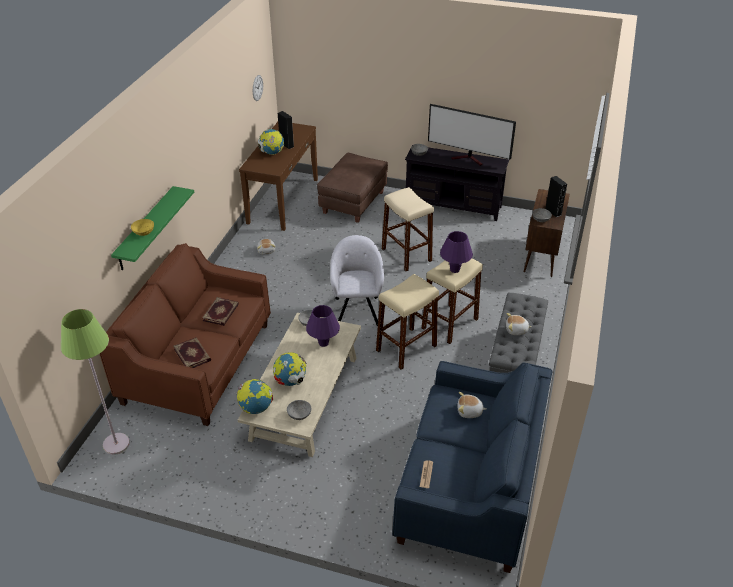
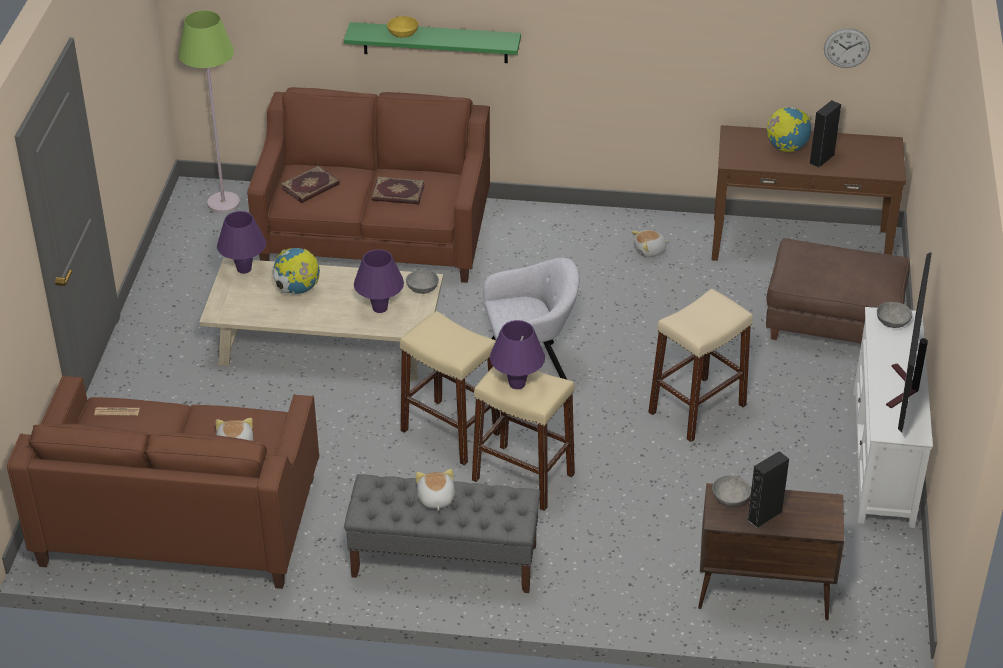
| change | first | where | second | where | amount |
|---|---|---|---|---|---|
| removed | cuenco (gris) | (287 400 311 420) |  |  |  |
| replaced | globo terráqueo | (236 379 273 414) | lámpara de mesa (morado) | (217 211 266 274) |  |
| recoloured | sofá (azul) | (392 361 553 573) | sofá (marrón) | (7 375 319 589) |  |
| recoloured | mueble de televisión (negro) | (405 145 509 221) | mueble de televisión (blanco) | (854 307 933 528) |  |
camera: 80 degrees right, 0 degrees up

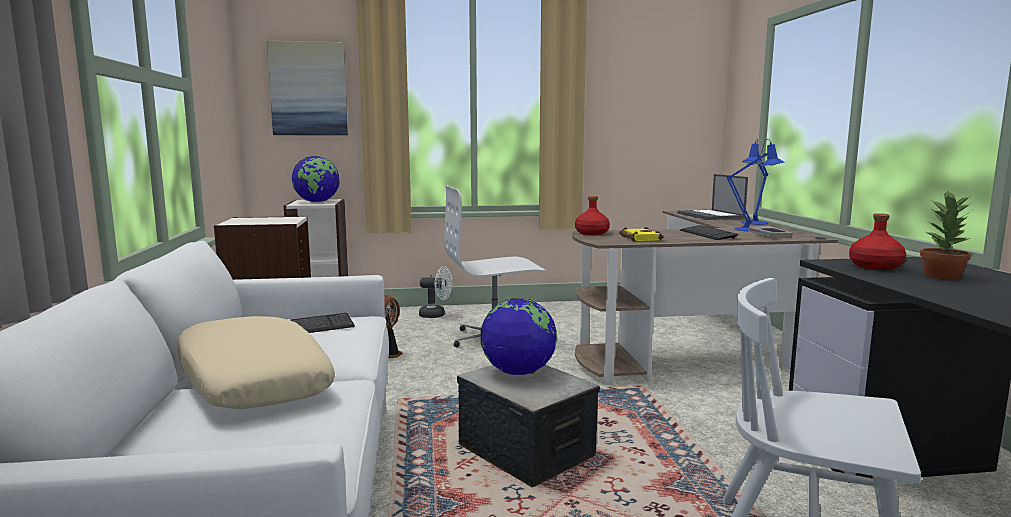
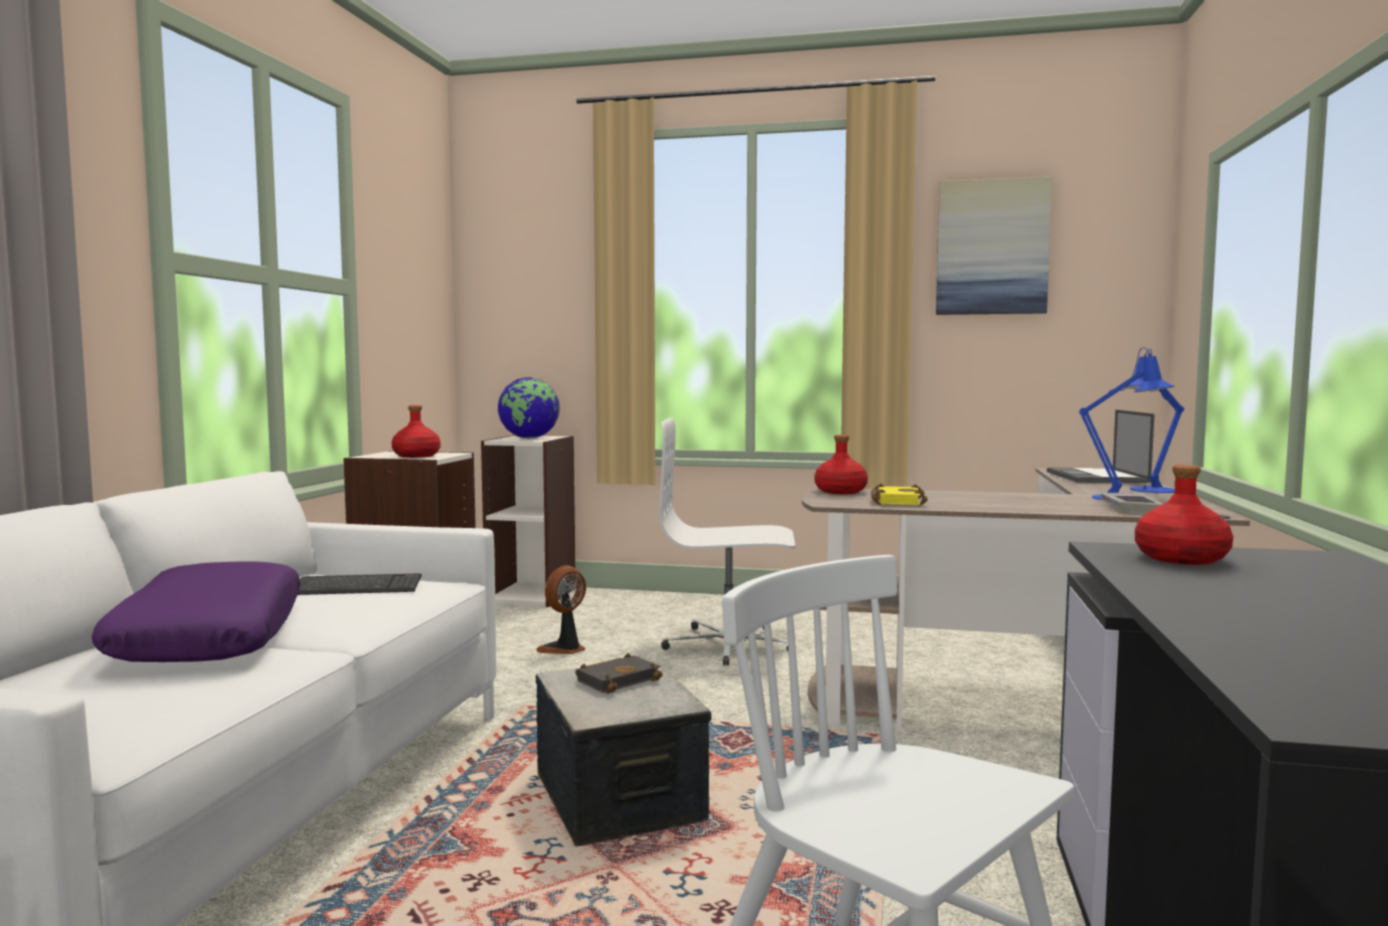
| change | first | where | second | where | amount |
|---|---|---|---|---|---|
| removed | ventilador (blanco) | (419 266 452 318) |  |  |  |
| removed | teclado | (680 225 738 240) |  |  |  |
| removed | planta en maceta | (920 190 971 280) |  |  |  |
| added |  |  | botella (rojo) | (391 405 441 458) |  |
| moved | cuadro | (267 41 348 135) |  | (936 176 1052 315) |  |
| replaced | globo terráqueo | (480 298 557 375) | libro (negro) | (575 653 663 694) |  |
| recoloured | cojín (beis) | (178 316 335 409) | cojín (morado) | (92 562 301 662) |  |
camera: 20 degrees right, 5 degrees down

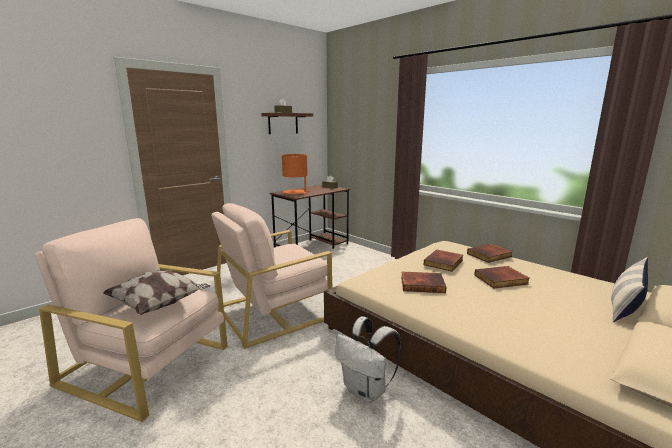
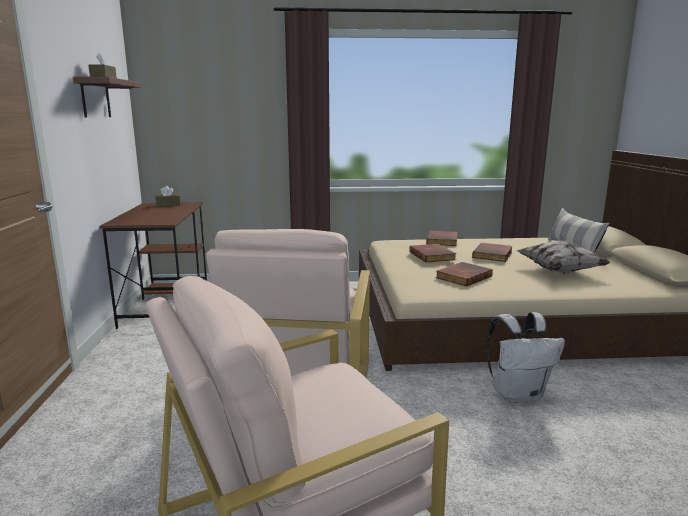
| change | first | where | second | where | amount |
|---|---|---|---|---|---|
| removed | lámpara de mesa (naranja) | (282 154 308 195) |  |  |  |
| moved | cojín | (104 270 210 315) |  | (516 241 611 274) |  |
camera: 50 degrees left, 0 degrees up

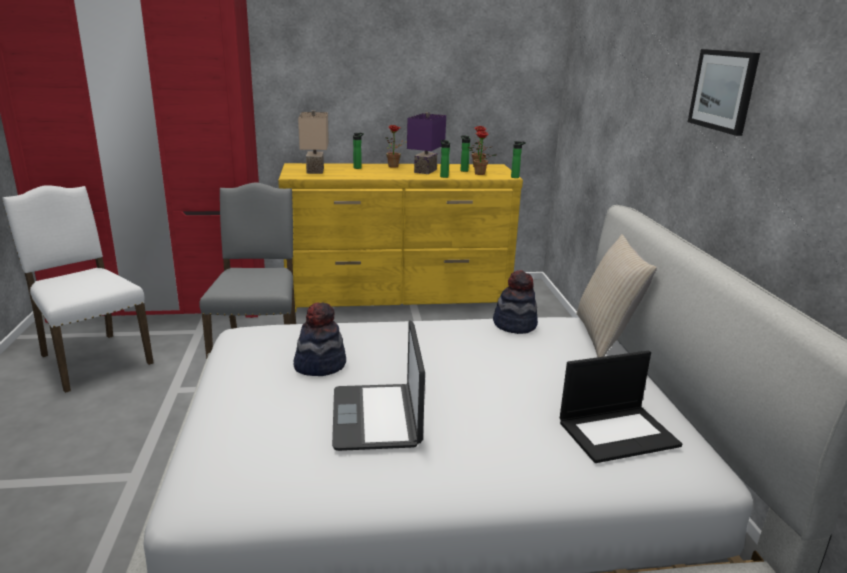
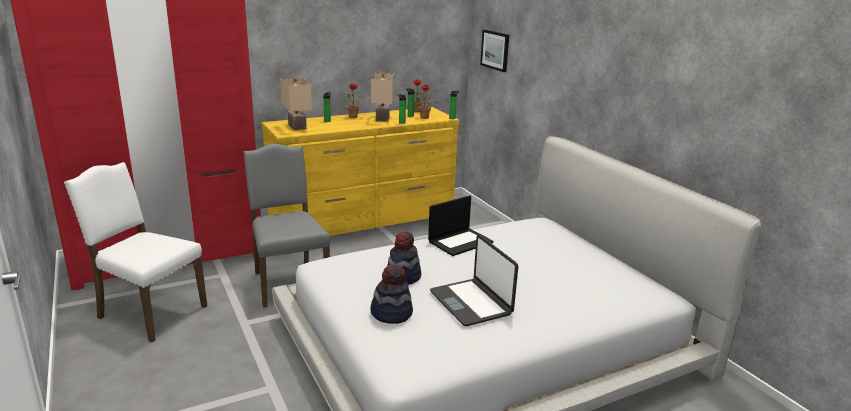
| change | first | where | second | where | amount |
|---|---|---|---|---|---|
| removed | cojín (beis) | (576 234 657 357) |  |  |  |
| moved | sombrero | (493 270 538 334) |  | (370 264 413 324) |  |
| moved | portátil | (560 351 682 463) |  | (428 195 494 256) |  |
| moved | cuadro | (688 49 760 136) |  | (480 30 509 72) |  |
| recoloured | lámpara de mesa (morado) | (407 112 446 174) | lámpara de mesa (beis) | (371 73 394 122) |  |
camera: 20 degrees left, 0 degrees up

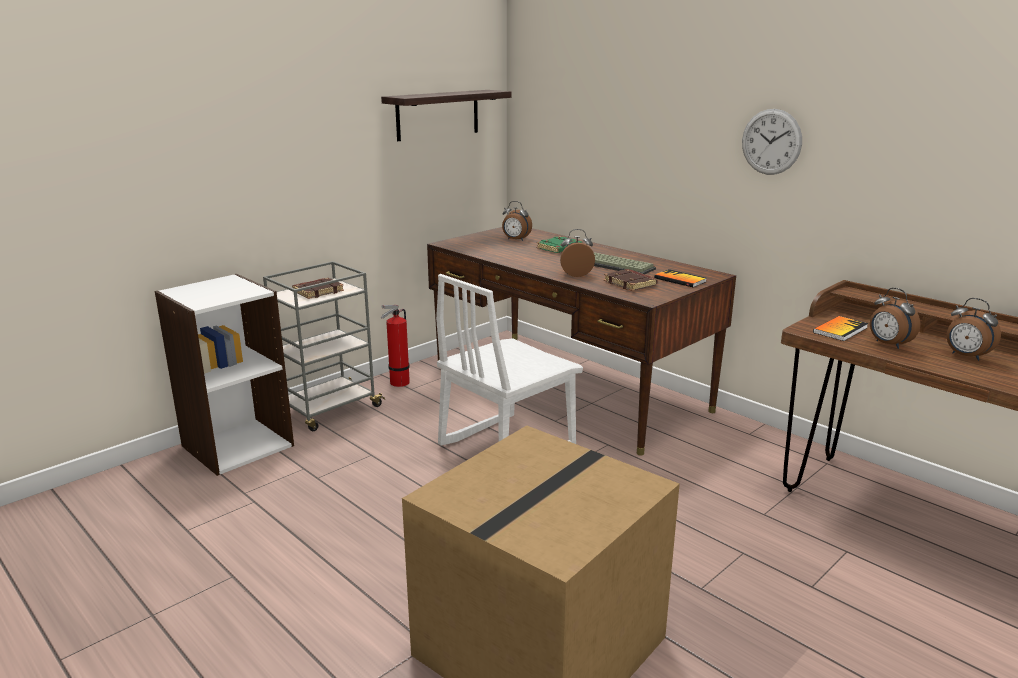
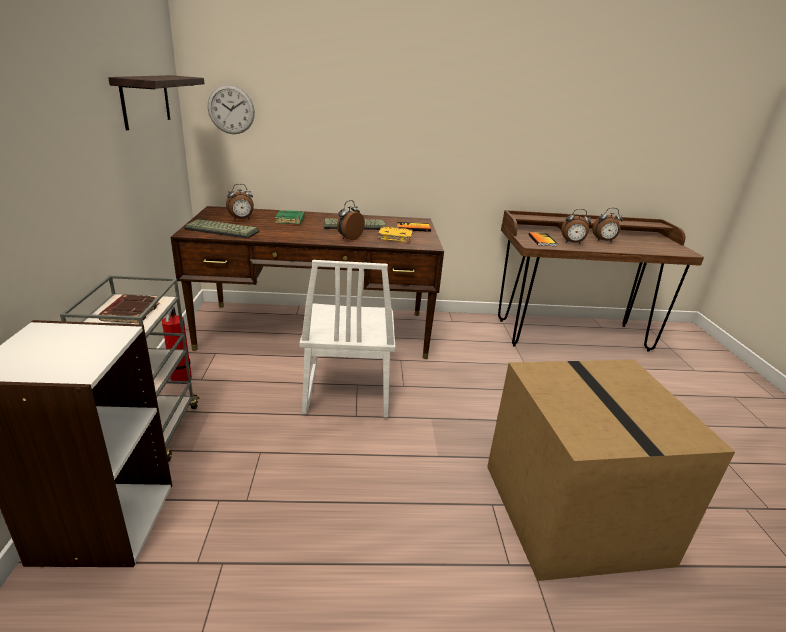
| change | first | where | second | where | amount |
|---|---|---|---|---|---|
| added |  |  | teclado | (184 219 259 239) |  |
| moved | reloj de pared | (742 109 802 175) |  | (208 84 255 134) |  |
| recoloured | libro (marrón) | (604 269 658 291) | libro (amarillo) | (378 227 413 242) |  |
camera: 50 degrees left, 5 degrees up

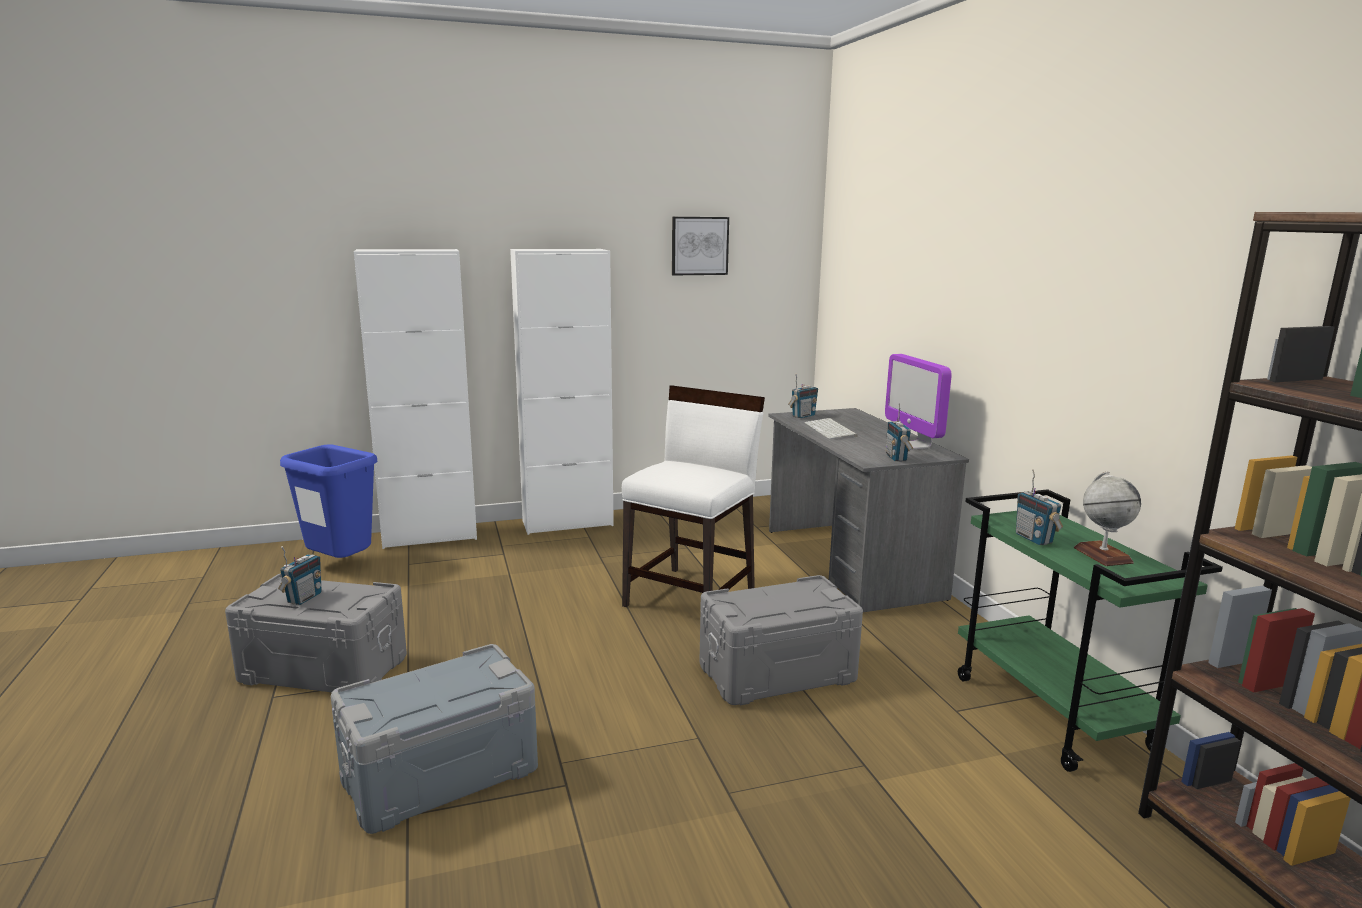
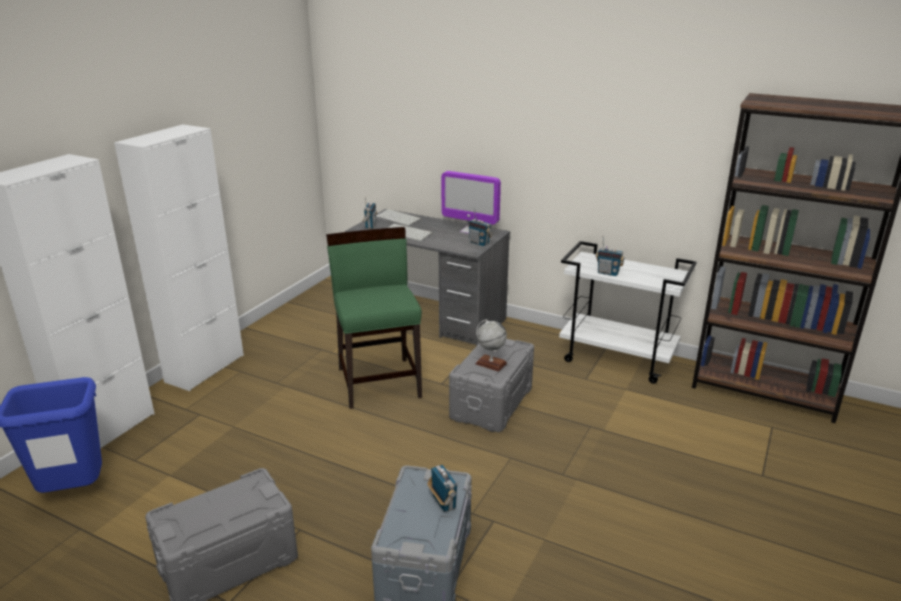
| change | first | where | second | where | amount |
|---|---|---|---|---|---|
| removed | cuadro | (672 217 729 275) |  |  |  |
| added |  |  | teclado | (376 209 422 226) |  |
| moved | radio | (278 546 322 605) |  | (427 465 457 512) |  |
| moved | globo terráqueo | (1074 472 1141 566) |  | (475 319 507 372) |  |
| recoloured | silla (blanco) | (622 386 765 607) | silla (verde) | (326 227 422 409) |  |
| recoloured | carrito (verde) | (958 489 1223 772) | carrito (blanco) | (559 241 697 384) |  |
camera: 45 degrees left, 10 degrees up

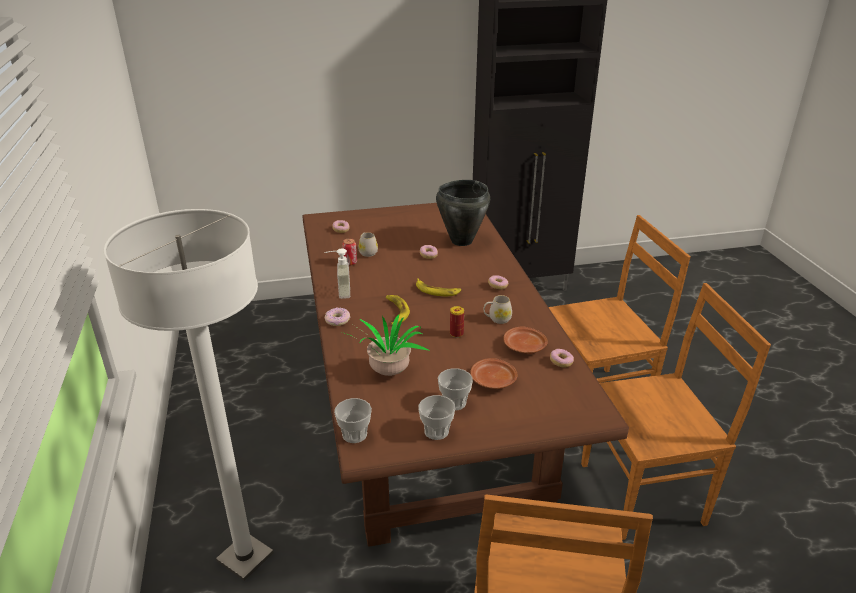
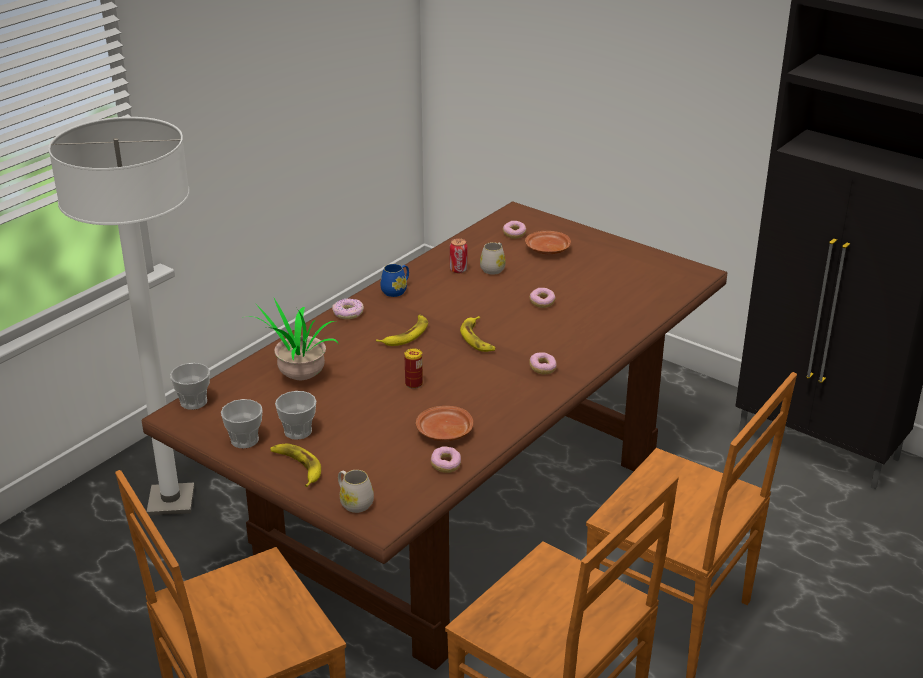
| change | first | where | second | where | amount |
|---|---|---|---|---|---|
| removed | olla (negro) | (436 180 490 246) |  |  |  |
| added |  |  | plátano | (270 443 321 487) |  |
| moved | plato (marrón) | (470 358 517 389) |  | (525 231 571 254) |  |
| moved | taza grande (blanco) | (483 295 512 324) |  | (338 470 374 513) |  |
| replaced | dispensador de jabón | (324 248 350 299) | taza grande (azul) | (380 264 409 297) |  |
camera: 50 degrees right, 0 degrees up

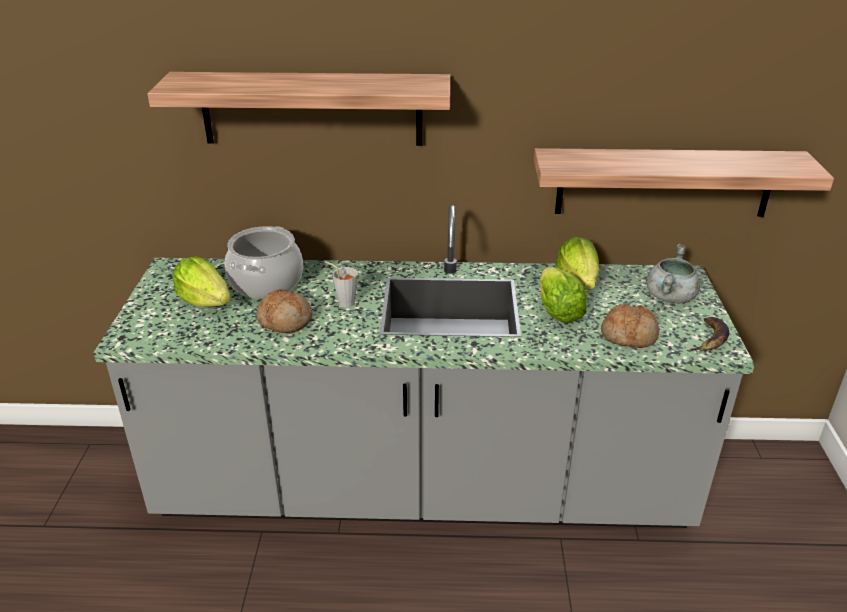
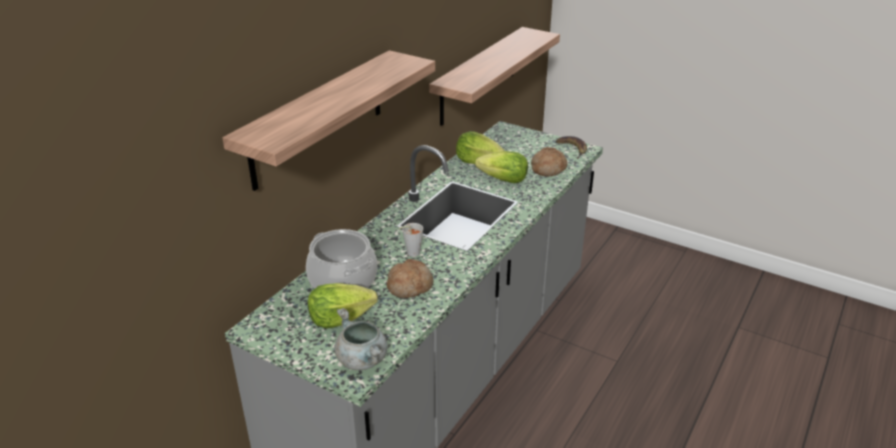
| change | first | where | second | where | amount |
|---|---|---|---|---|---|
| moved | olla (gris) | (647 244 700 304) |  | (334 308 388 370) |  |
camera: 60 degrees left, 0 degrees up

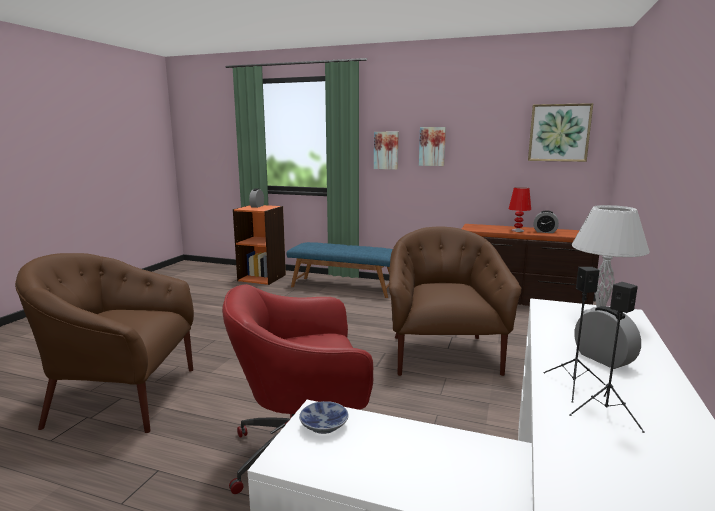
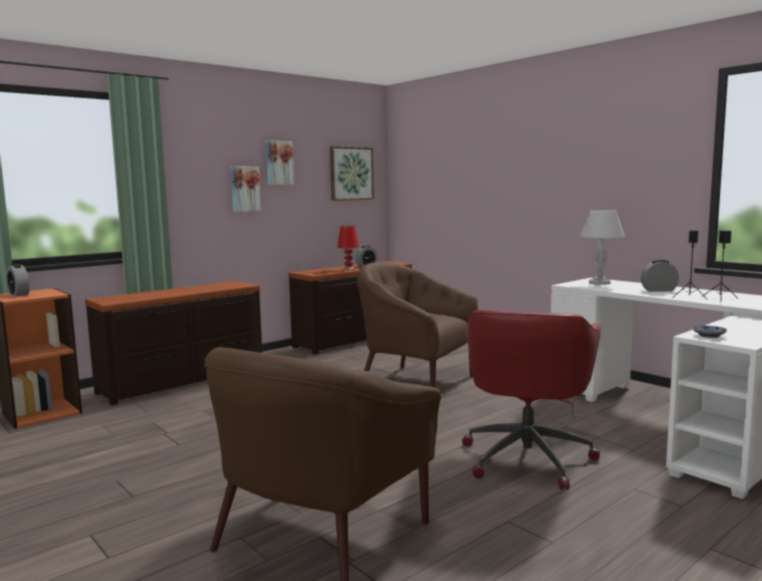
| change | first | where | second | where | amount |
|---|---|---|---|---|---|
| moved | cuadro | (374 132 399 170) |  | (266 140 294 185) |  |
| replaced | banco (azul) | (287 242 393 298) | cómoda (marrón) | (85 281 262 406) |  |
camera: 60 degrees left, 5 degrees down

